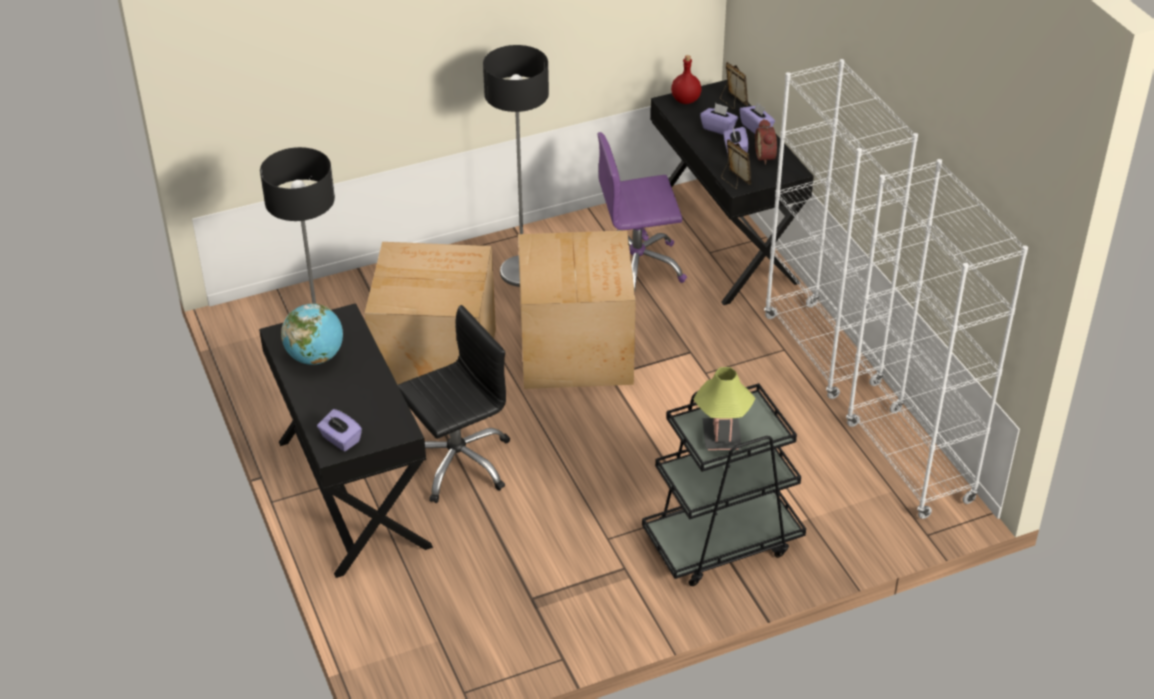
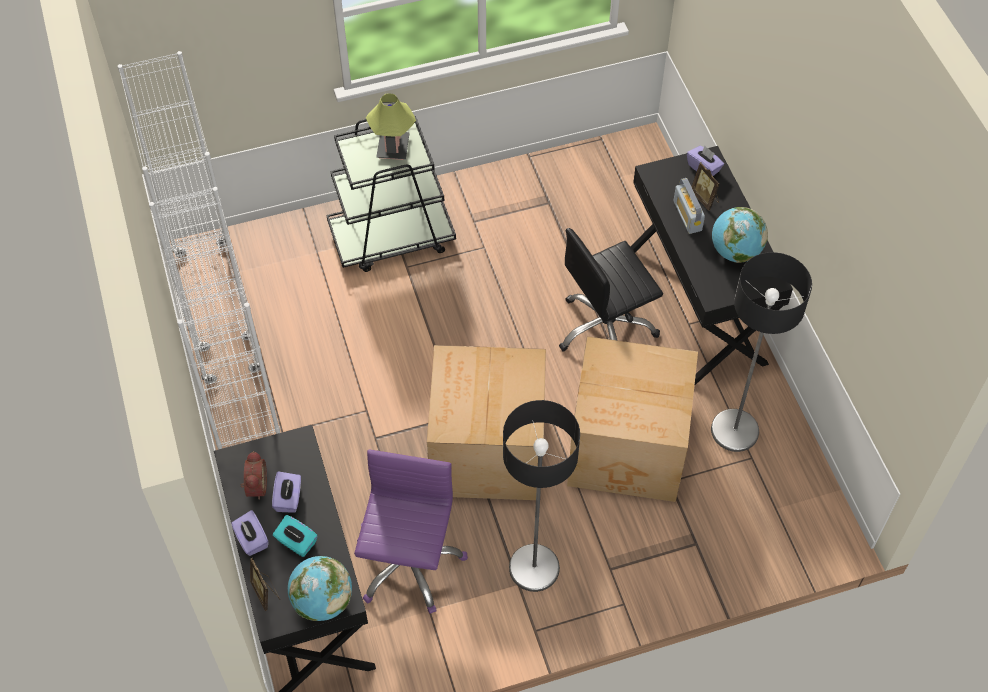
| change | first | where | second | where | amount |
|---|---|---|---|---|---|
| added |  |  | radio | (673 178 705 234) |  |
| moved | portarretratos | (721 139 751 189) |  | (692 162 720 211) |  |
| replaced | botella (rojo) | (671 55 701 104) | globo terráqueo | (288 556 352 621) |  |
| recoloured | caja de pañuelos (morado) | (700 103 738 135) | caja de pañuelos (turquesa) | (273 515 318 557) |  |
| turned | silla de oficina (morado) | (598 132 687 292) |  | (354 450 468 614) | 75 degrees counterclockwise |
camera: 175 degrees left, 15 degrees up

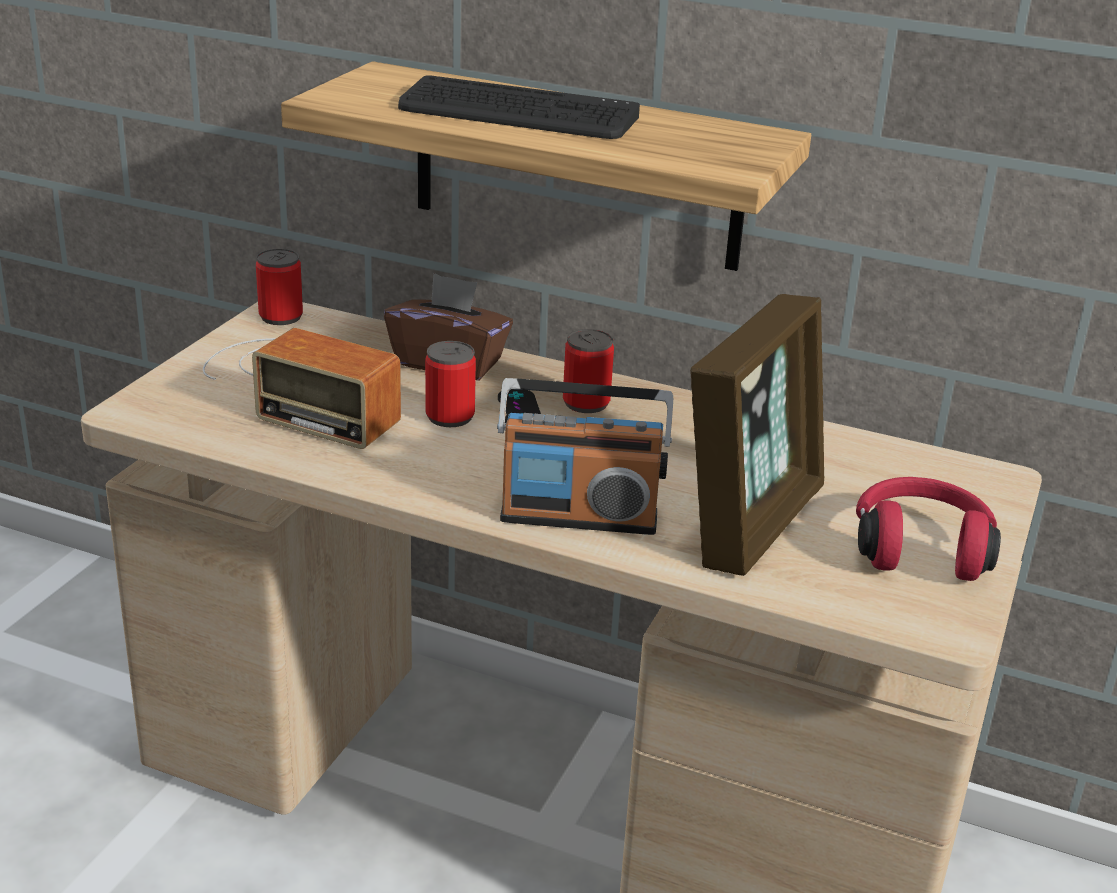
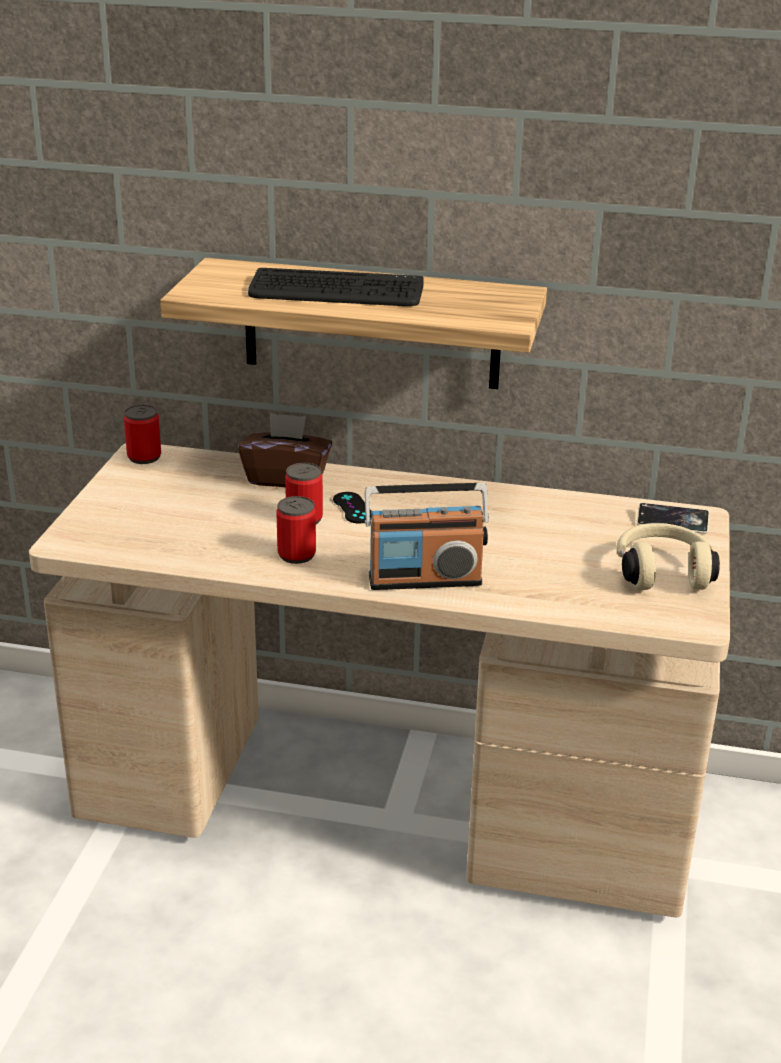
| change | first | where | second | where | amount |
|---|---|---|---|---|---|
| removed | radio | (203 328 401 449) |  |  |  |
| removed | portarretratos | (690 294 824 576) |  |  |  |
| added |  |  | móvil | (637 503 709 534) |  |
| moved | lata | (563 329 614 413) |  | (276 496 316 564) |  |
| recoloured | auriculares (rojo) | (856 477 1001 581) | auriculares (beis) | (616 523 720 590) |  |
camera: 10 degrees left, 0 degrees up

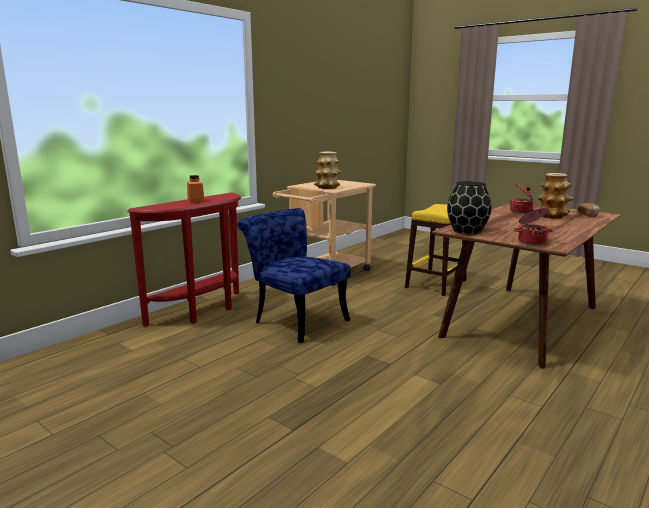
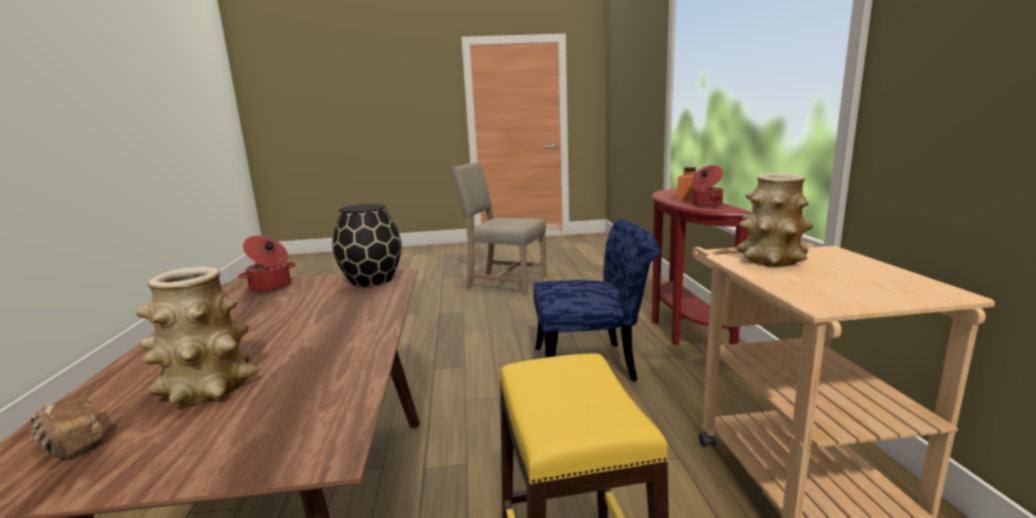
| change | first | where | second | where | amount |
|---|---|---|---|---|---|
| added |  |  | silla (beis) | (450 161 547 296) |  |
| moved | olla | (510 184 534 213) |  | (691 165 723 207) |  |
camera: 135 degrees right, 0 degrees up

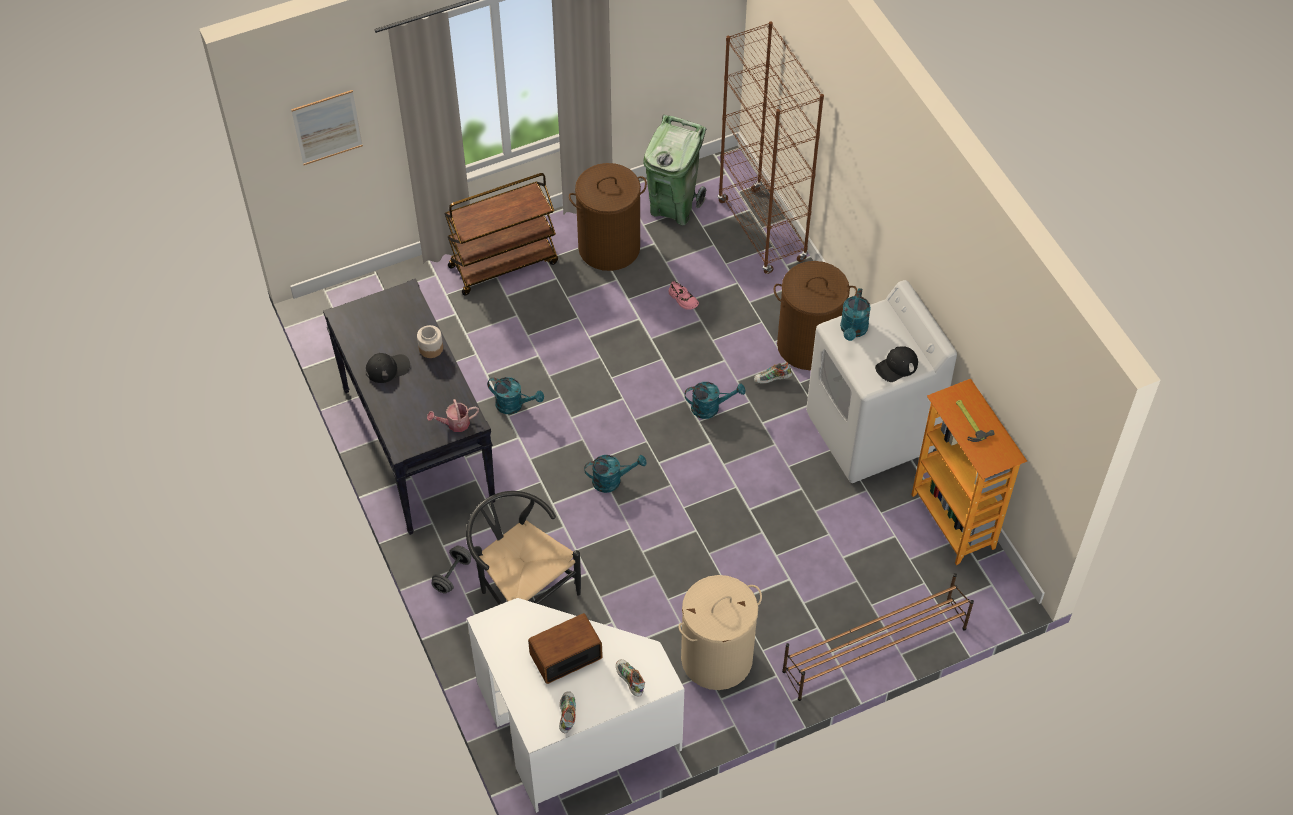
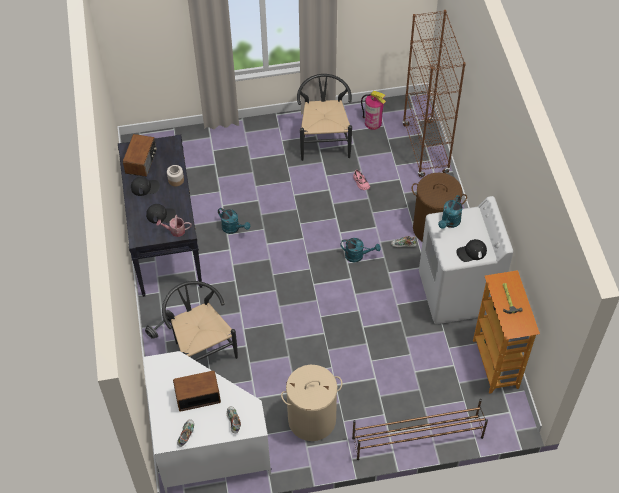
| change | first | where | second | where | amount |
|---|---|---|---|---|---|
| removed | cuadro | (291 90 363 165) |  |  |  |
| removed | carrito (marrón) | (445 173 558 296) |  |  |  |
| removed | regadera (turquesa) | (584 455 647 493) |  |  |  |
| added |  |  | radio | (123 134 157 177) |  |
| added |  |  | gorra (negro) | (146 204 176 224) |  |
| replaced | cesto de la ropa (marrón) | (569 163 647 271) | silla (negro) | (297 74 352 161) |  |
| replaced | papelera (verde) | (643 115 707 226) | extintor | (361 91 386 130) |  |
camera: 15 degrees right, 0 degrees up

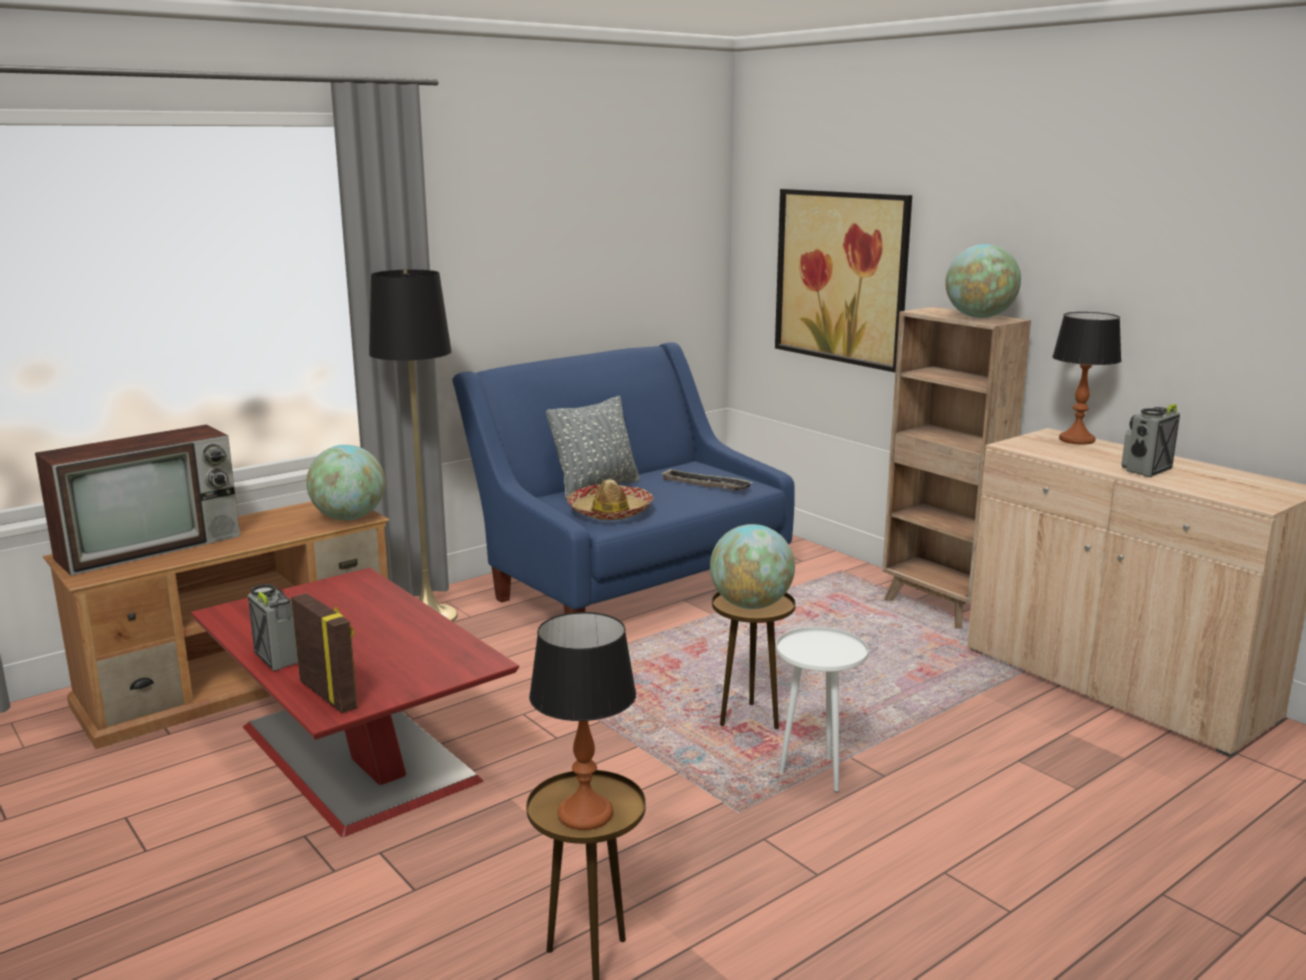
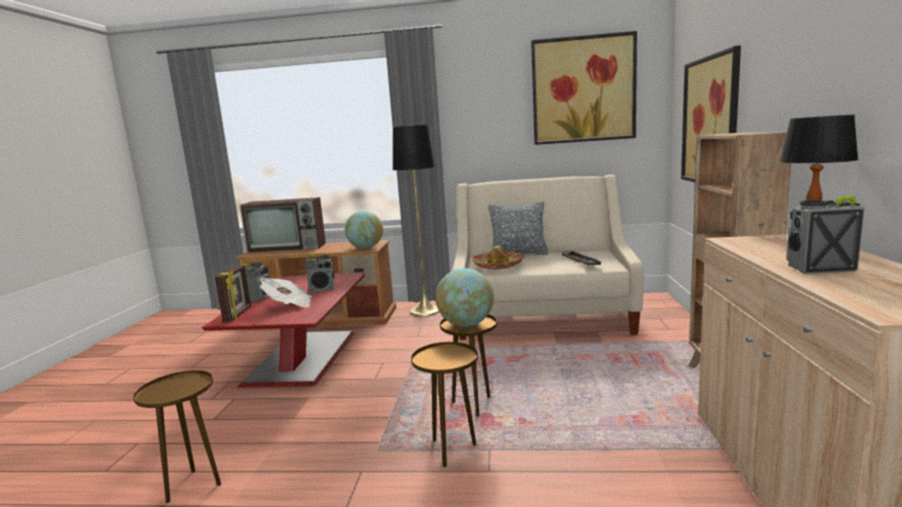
| change | first | where | second | where | amount |
|---|---|---|---|---|---|
| removed | lámpara de mesa | (529 612 636 830) |  |  |  |
| removed | globo terráqueo | (945 244 1021 318) |  |  |  |
| added |  |  | periódico | (260 278 312 307) |  |
| added |  |  | radio | (305 254 335 292) |  |
| added |  |  | cuadro | (531 31 637 145) |  |
| recoloured | sofá (azul) | (452 342 795 614) | sofá (beis) | (452 175 643 340) |  |
| recoloured | mesa auxiliar (blanco) | (776 627 869 792) | mesa auxiliar (marrón) | (411 342 478 467) |  |
camera: 45 degrees right, 5 degrees down

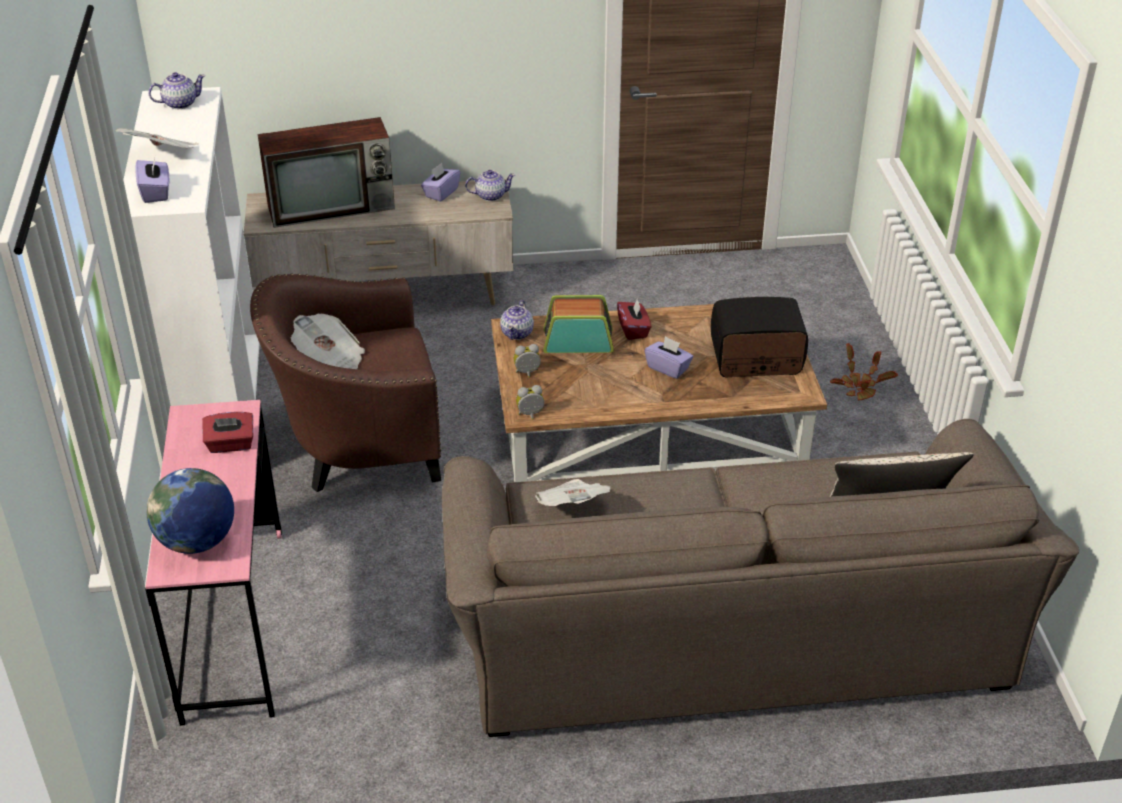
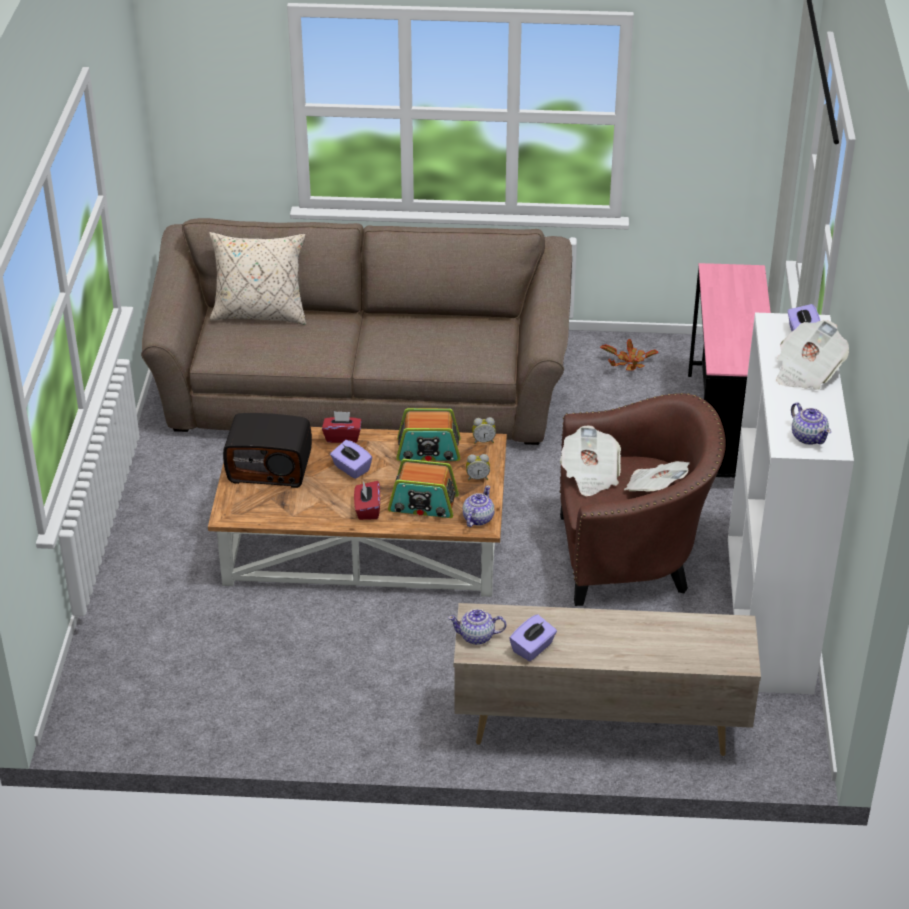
| change | first | where | second | where | amount |
|---|---|---|---|---|---|
| removed | globo terráqueo | (146 468 234 554) |  |  |  |
| removed | televisor | (258 117 395 228) |  |  |  |
| added |  |  | radio | (396 408 461 461) |  |
| moved | caja de pañuelos (rojo) | (202 412 253 453) |  | (322 411 361 443) |  |
| moved | periódico | (535 479 611 506) |  | (560 425 621 497) |  |
| moved | planta en maceta | (830 343 898 400) |  | (600 339 658 371) |  |
| turned | tetera | (148 72 205 109) |  | (791 403 831 445) | 105 degrees counterclockwise |
camera: 170 degrees left, 0 degrees up

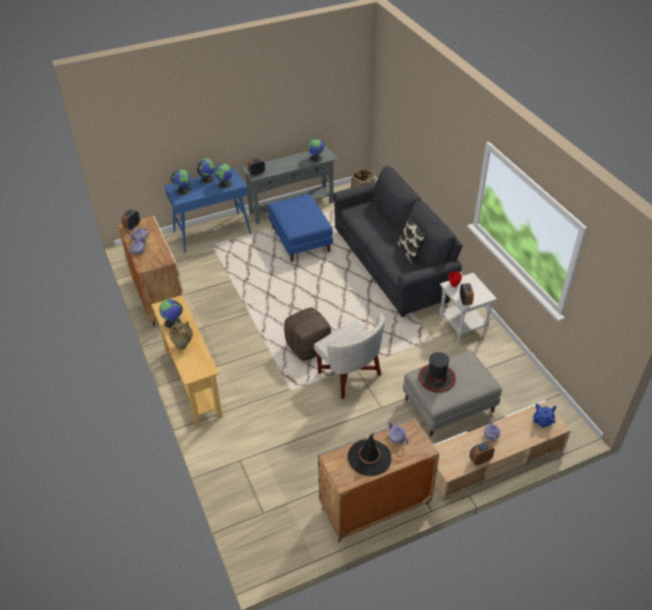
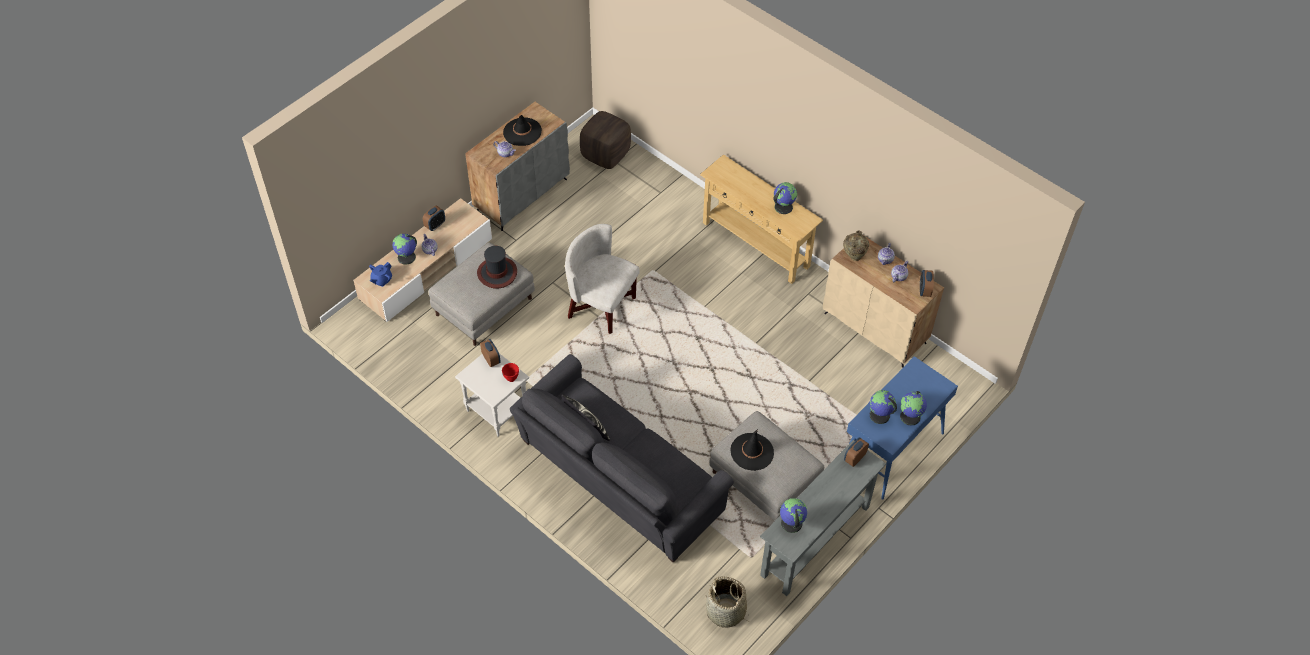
| change | first | where | second | where | amount |
|---|---|---|---|---|---|
| added |  |  | sombrero (negro) | (730 429 774 471) |  |
| moved | florero (beis) | (169 321 193 350) |  | (843 231 869 261) |  |
| moved | globo terráqueo | (171 169 190 195) |  | (392 234 417 265) |  |
| moved | puf (marrón) | (284 308 331 361) |  | (580 111 631 169) |  |
| recoloured | puf (azul) | (268 194 333 262) | puf (gris) | (709 411 824 521) |  |
camera: 155 degrees right, 10 degrees up

